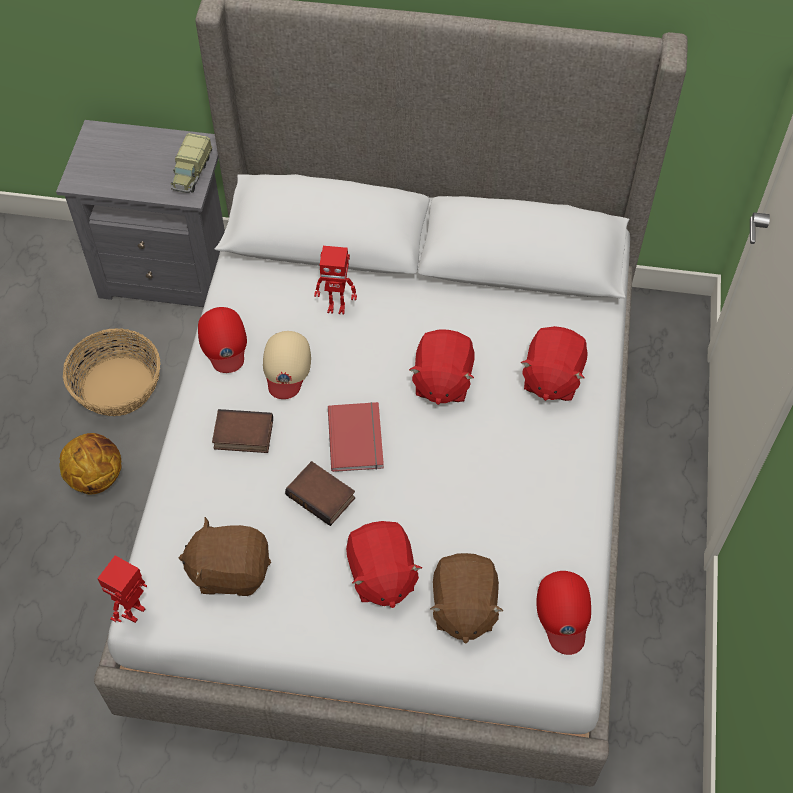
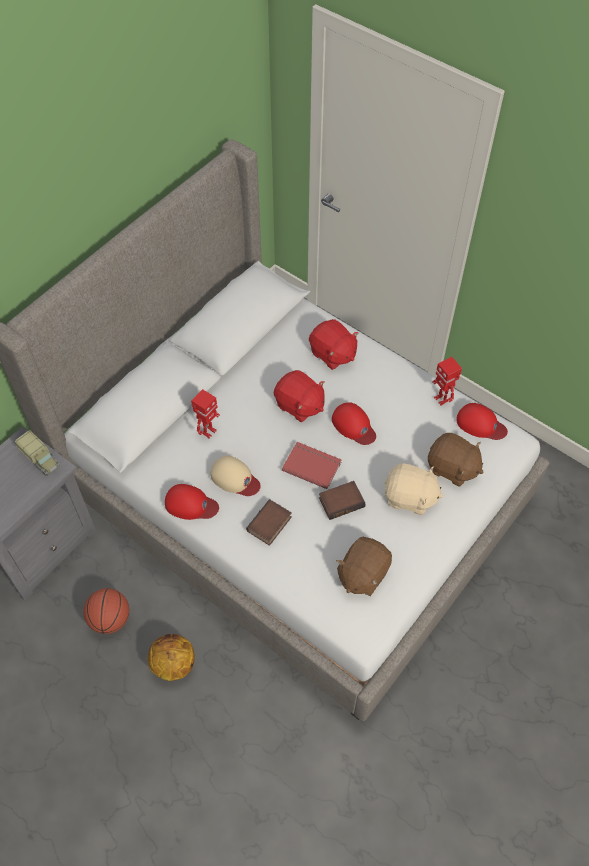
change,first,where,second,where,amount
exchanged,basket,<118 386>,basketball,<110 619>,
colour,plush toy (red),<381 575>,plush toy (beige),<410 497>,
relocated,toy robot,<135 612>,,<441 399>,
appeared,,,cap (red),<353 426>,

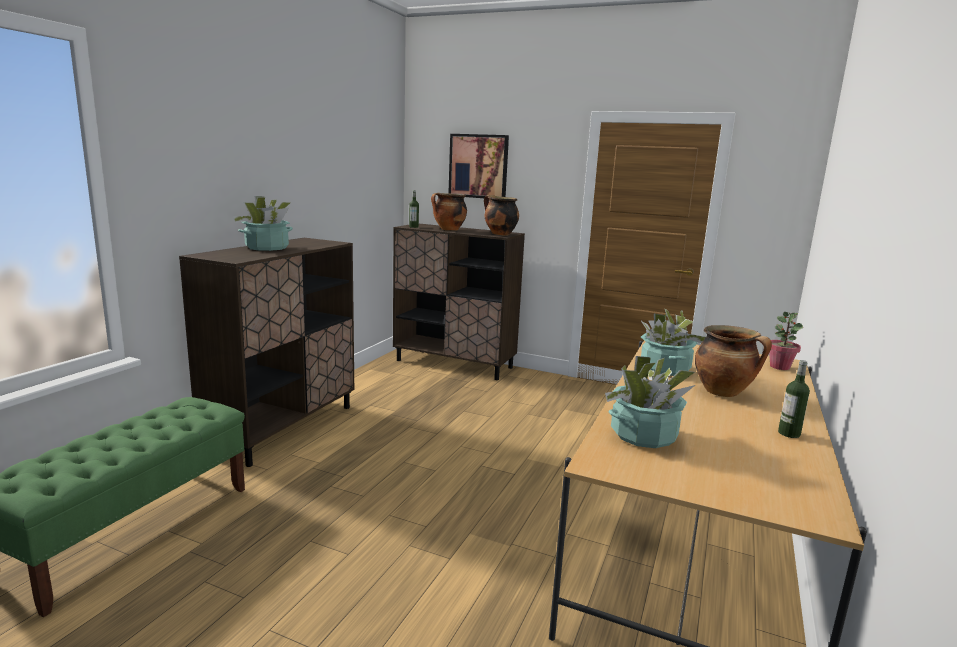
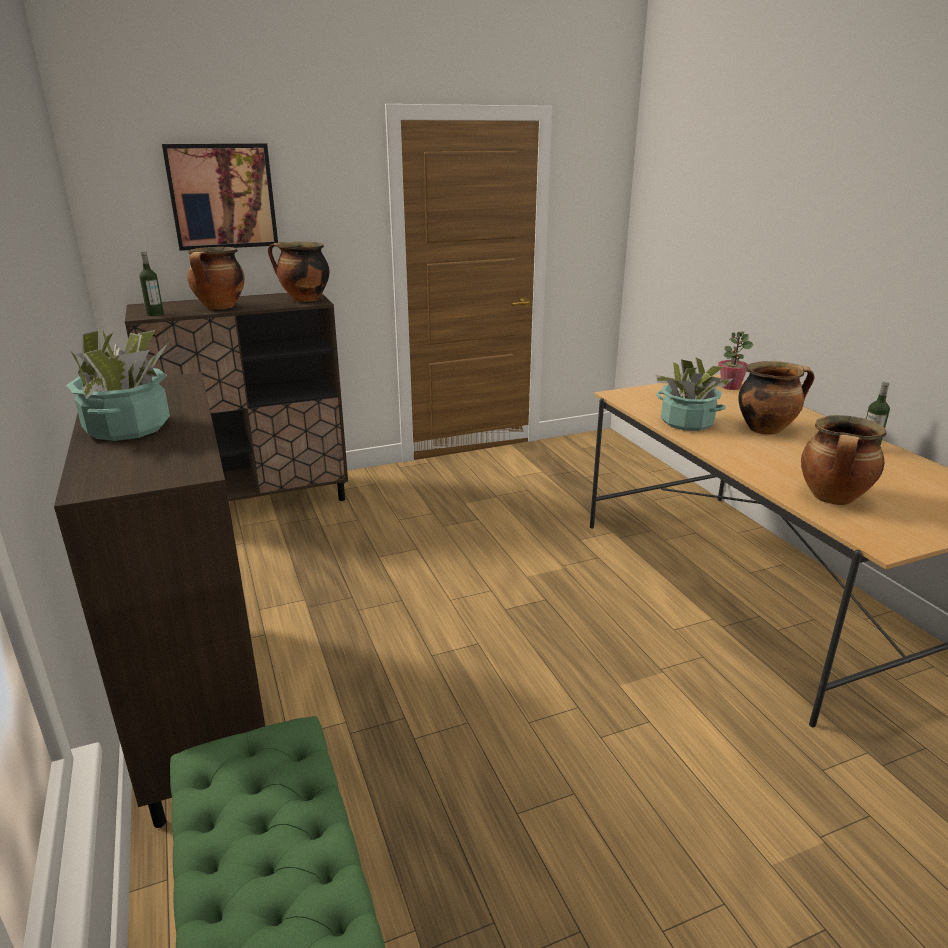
change,first,where,second,where,amount
exchanged,potted plant,<643 435>,cooking pot,<833 499>,

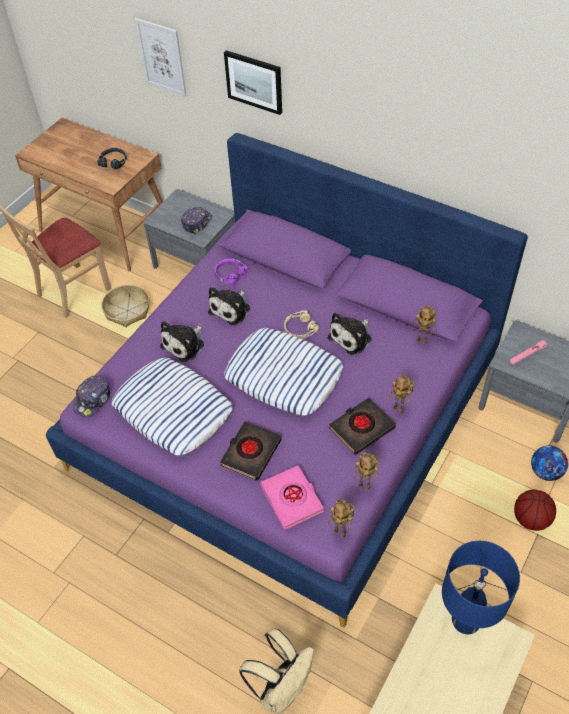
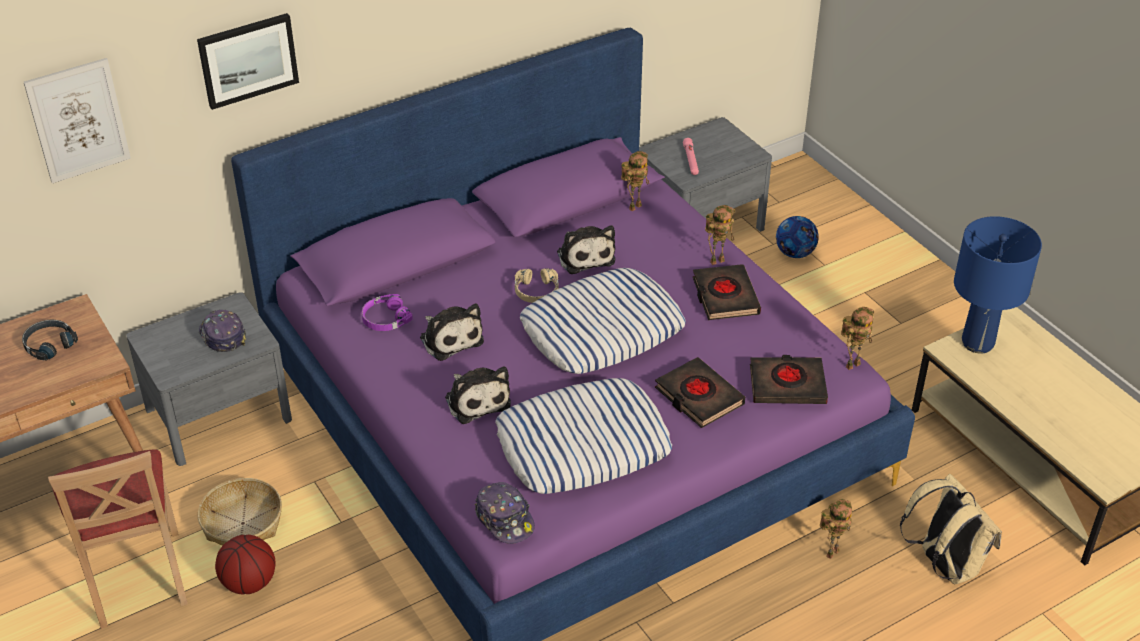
change,first,where,second,where,amount
relocated,toy robot,<365 486>,,<832 551>,
colour,book (pink),<292 499>,book (black),<787 385>,
relocated,basketball,<531 519>,,<250 583>,

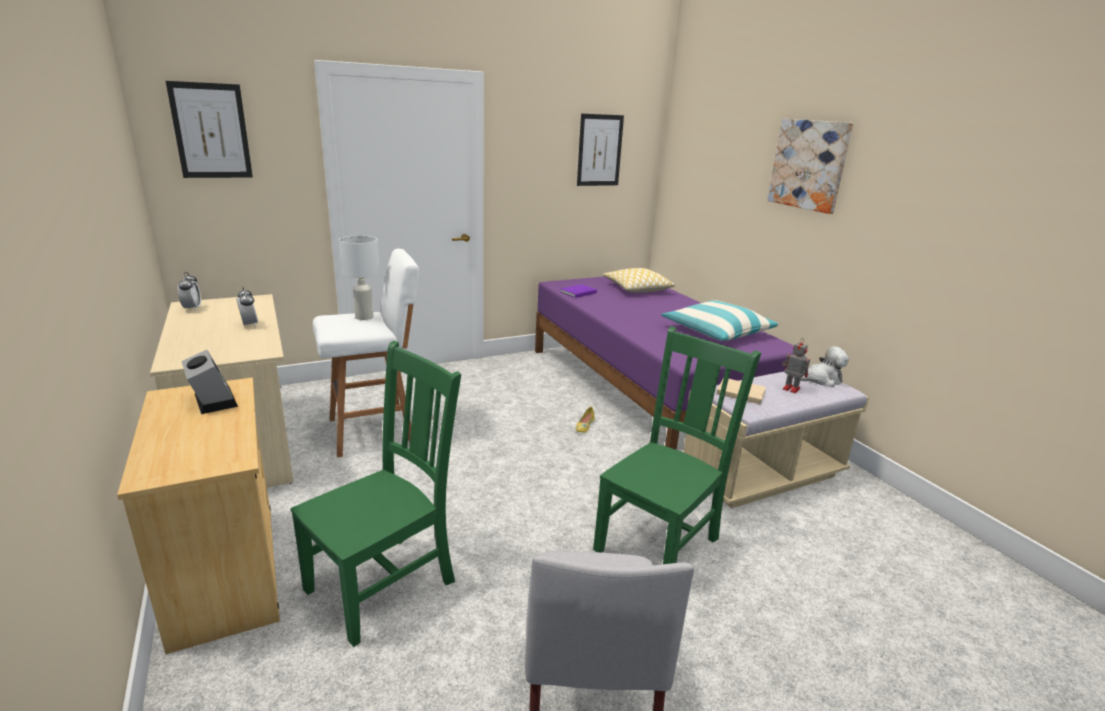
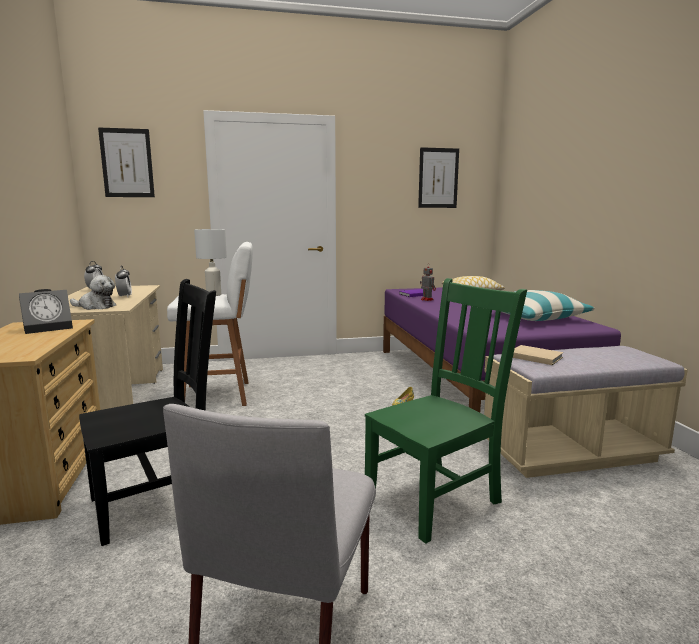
change,first,where,second,where,amount
missing,picture,<809 164>,,,
relocated,toy robot,<790 388>,,<426 299>,
colour,chair (green),<385 583>,chair (black),<160 501>,
relocated,plush toy,<820 380>,,<95 307>,
spun,alarm clock,<212 400>,,<50 327>,75 degrees clockwise

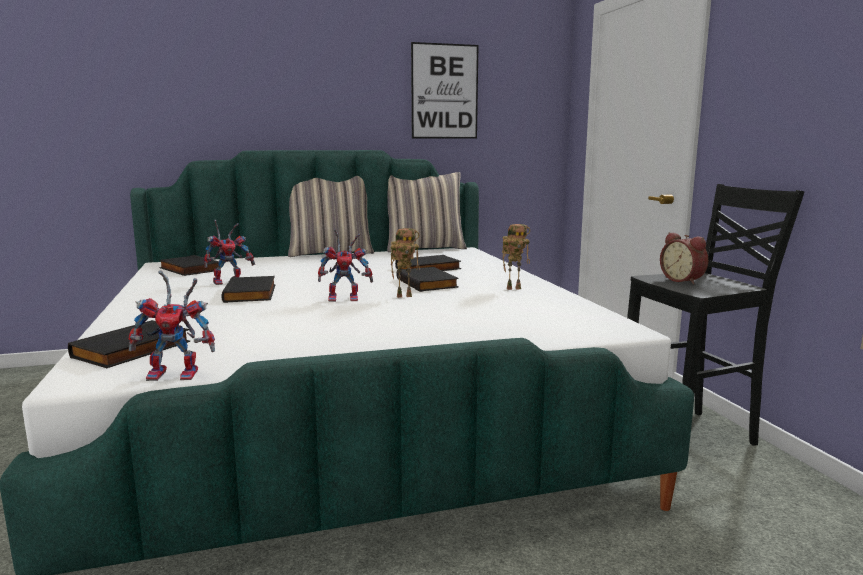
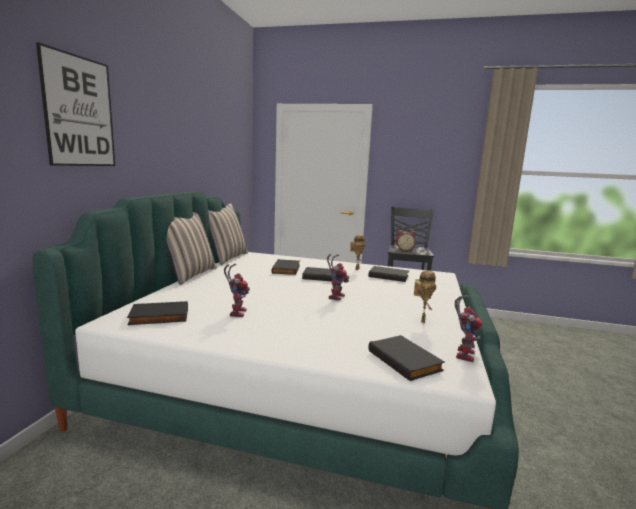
change,first,where,second,where,amount
relocated,picture,<444 91>,,<79 112>,
relocated,toy robot,<405 296>,,<421 320>,
relocated,book (black),<252 293>,,<389 276>,

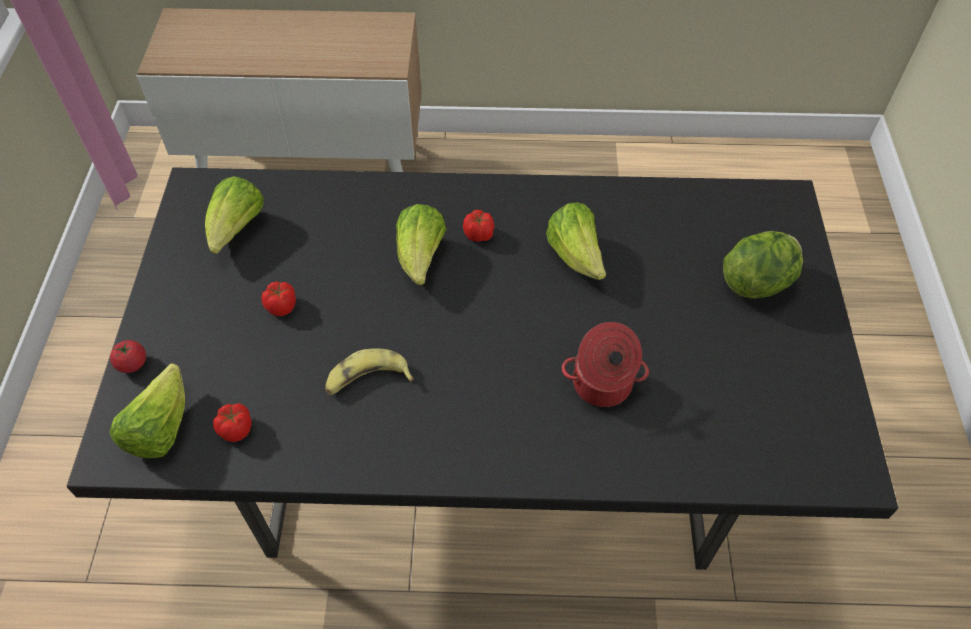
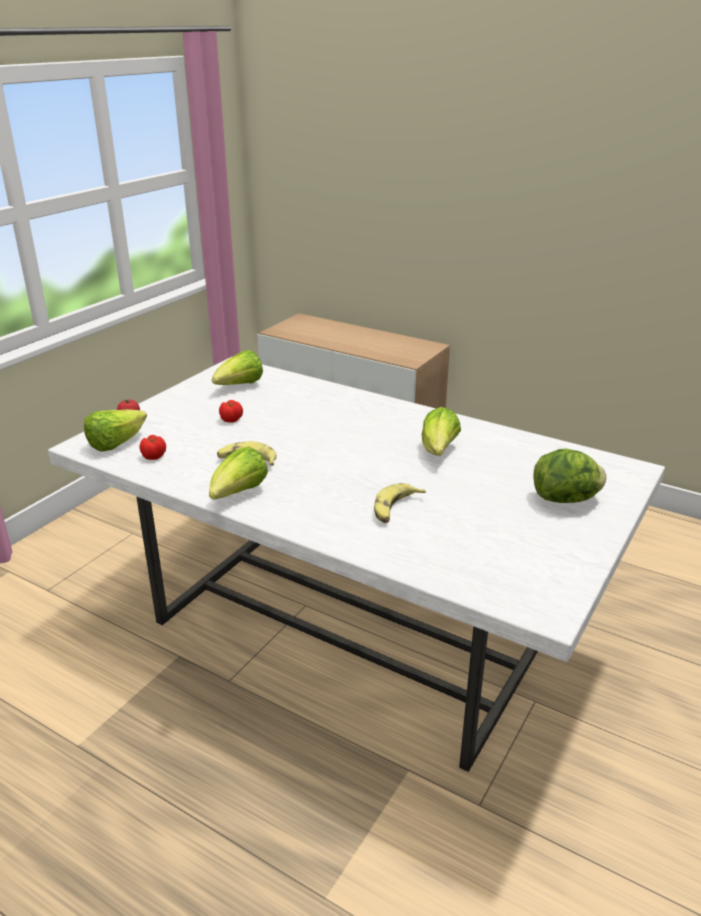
change,first,where,second,where,amount
colour,dining table (black),<483 447>,dining table (white),<349 624>,
relocated,lettuce,<421 258>,,<239 494>,
missing,tomato,<479 235>,,,
exchanged,cooking pot,<602 385>,banana,<395 509>,

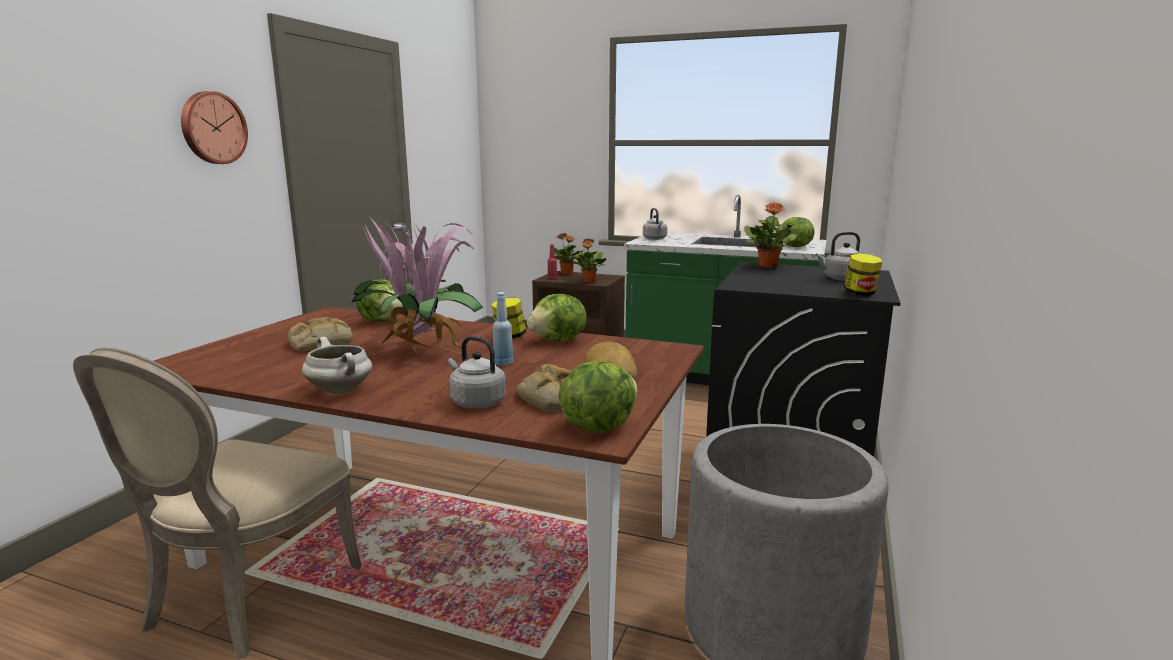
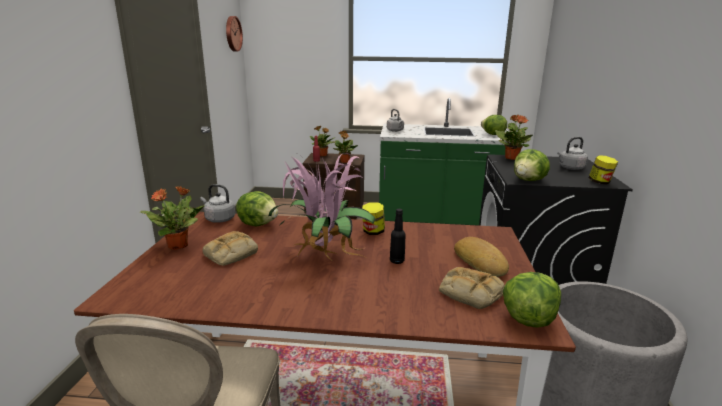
change,first,where,second,where,amount
relocated,wall clock,<212 128>,,<232 33>,
colour,bottle (blue),<503 363>,bottle (black),<397 261>,
relocated,lettuce,<559 341>,,<529 180>,
relocated,kettle (grey),<476 402>,,<219 219>,
missing,cooking pot (white),<341 390>,,,
appeared,,,potted plant,<179 245>,

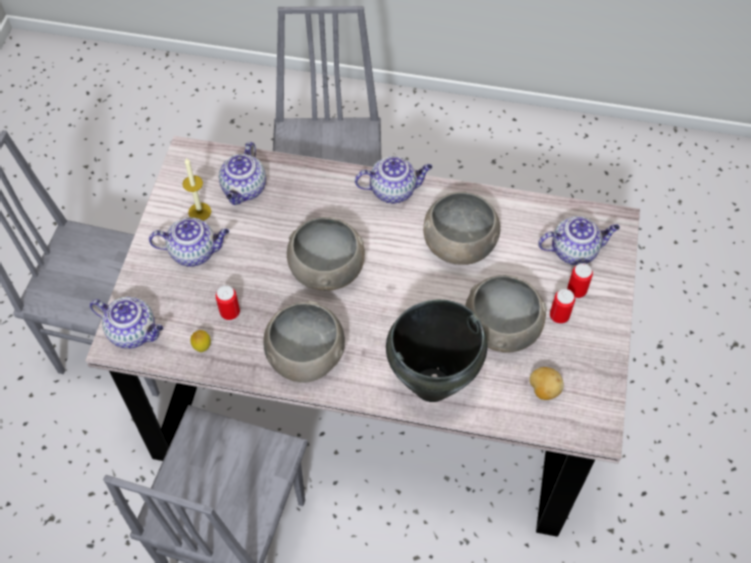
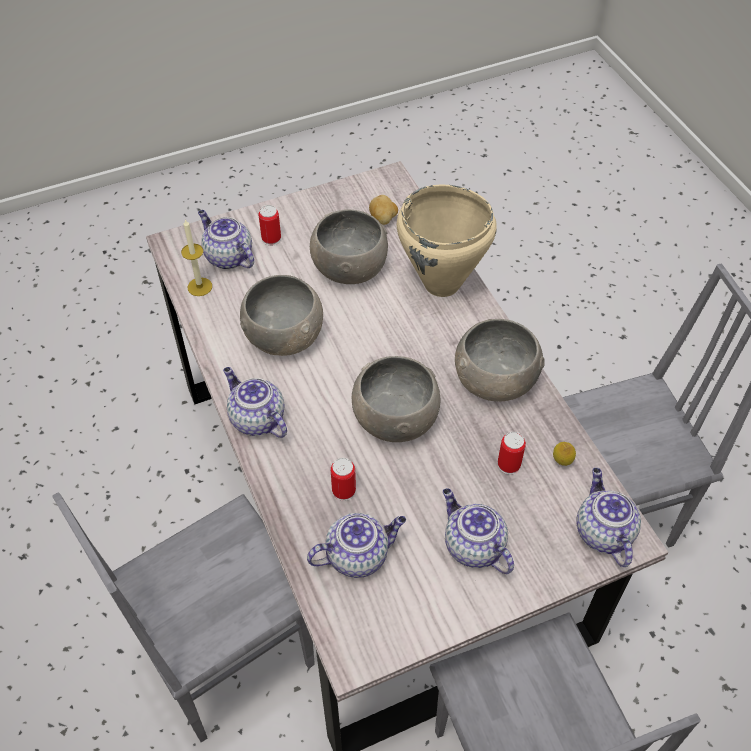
change,first,where,second,where,amount
relocated,candle,<199 212>,,<199 287>,
relocated,can,<559 316>,,<344 491>,
colour,cooking pot (black),<431 385>,cooking pot (beige),<442 284>,

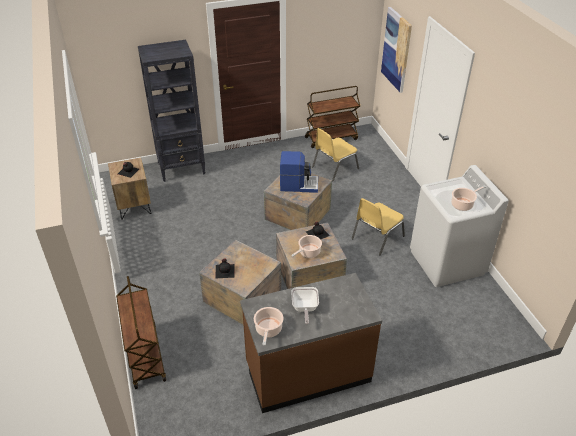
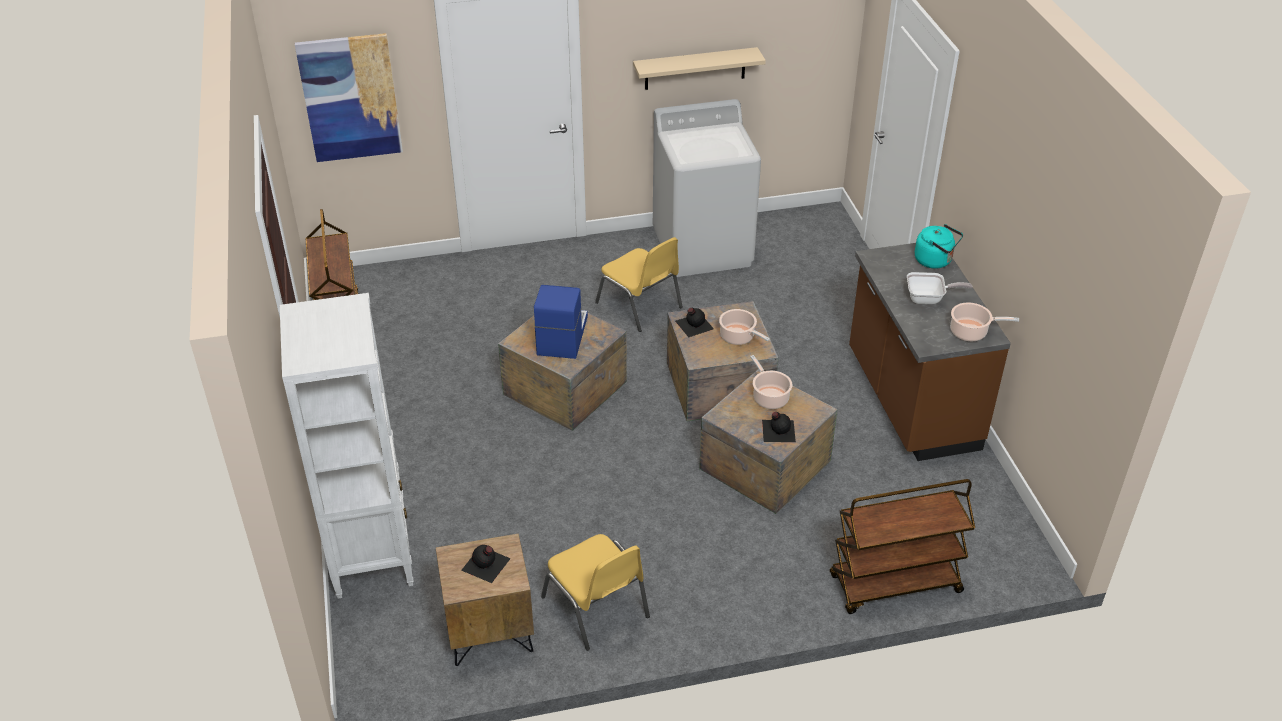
change,first,where,second,where,amount
colour,bookcase (black),<182 168>,bookcase (white),<372 554>,
relocated,chair (yellow),<334 168>,,<597 608>,
relocated,cooking pot,<463 204>,,<769 397>,
appeared,,,shelf (beige),<695 68>,
appeared,,,kettle (turquoise),<935 261>,

